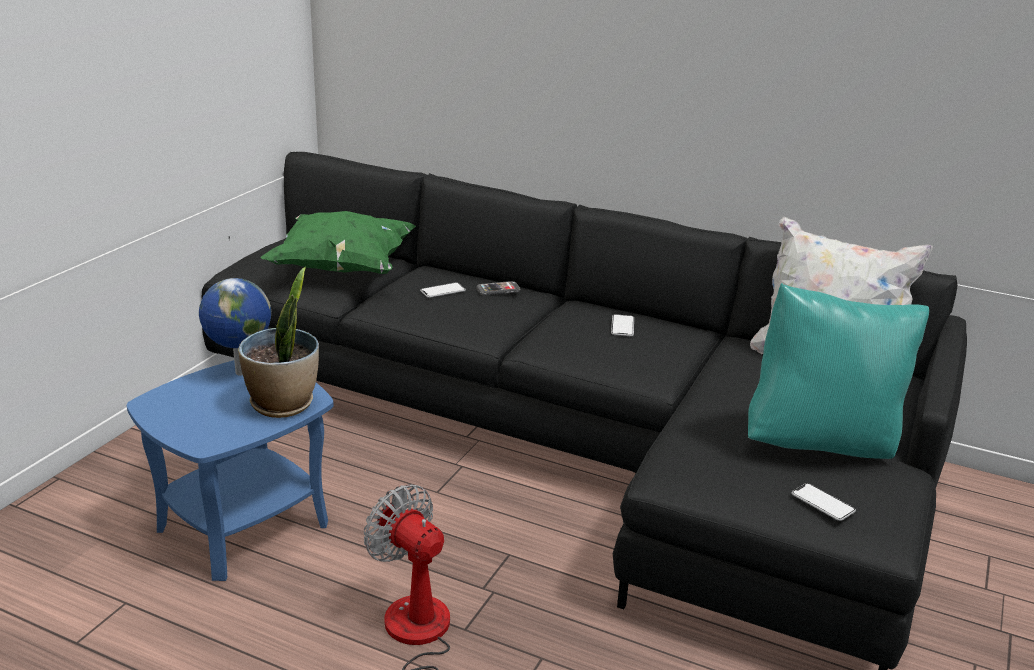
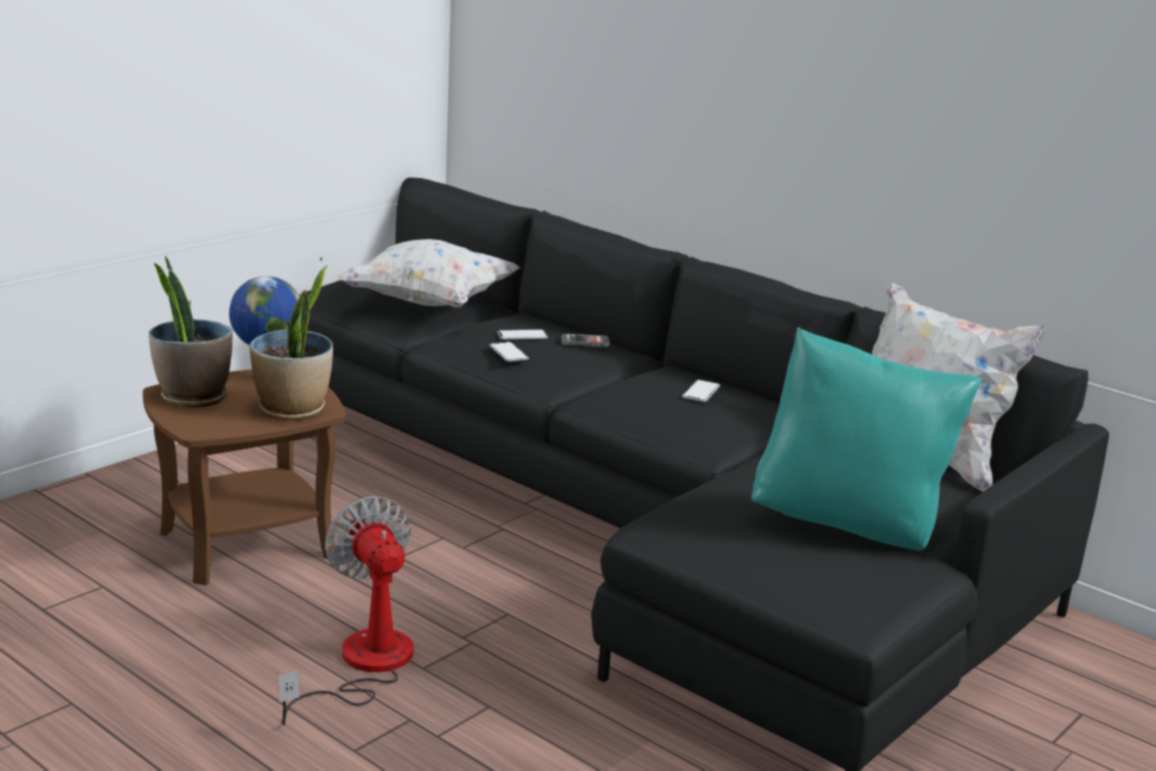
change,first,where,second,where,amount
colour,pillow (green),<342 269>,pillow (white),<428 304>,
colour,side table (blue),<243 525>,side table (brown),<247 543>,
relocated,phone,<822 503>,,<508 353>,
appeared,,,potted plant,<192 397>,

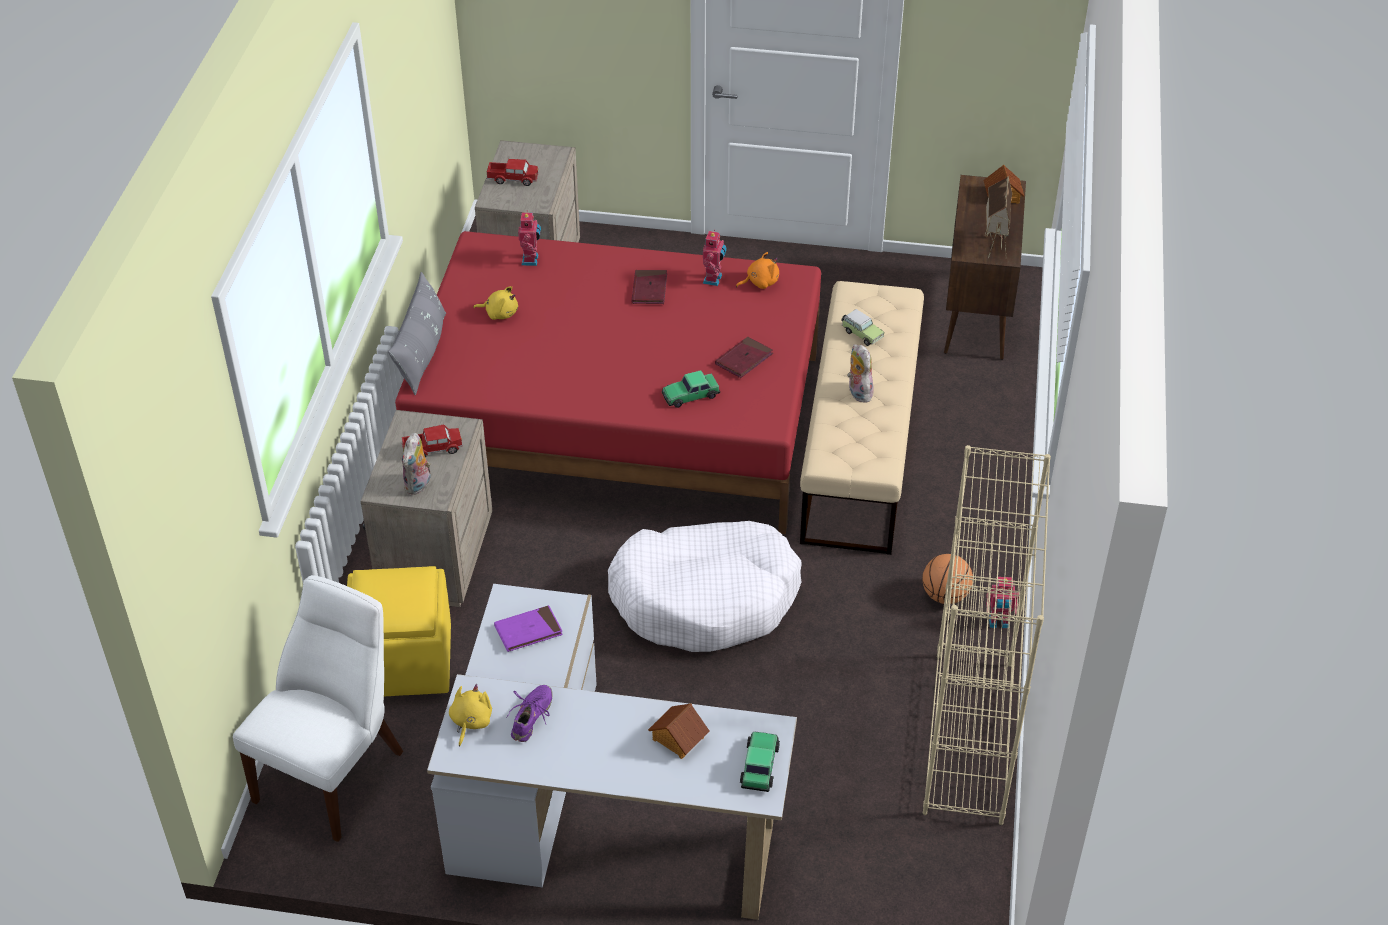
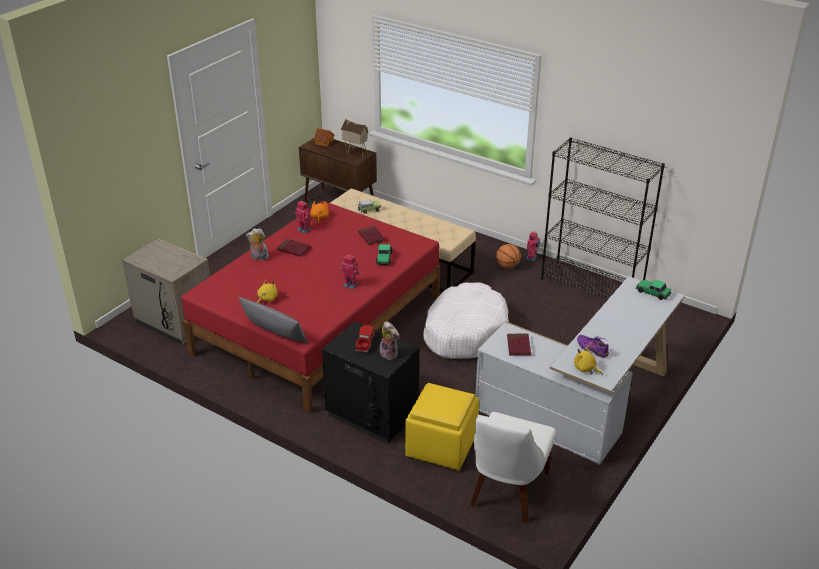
change,first,where,second,where,amount
missing,toy truck,<513 179>,,,
relocated,toy robot,<531 260>,,<350 284>,
relocated,plush toy,<858 392>,,<259 258>,
colour,nightstand (beige),<434 557>,nightstand (black),<371 415>,
colour,bookcase (beige),<969 738>,bookcase (black),<592 285>,
spun,chair (white),<334 771>,,<507 492>,120 degrees counterclockwise
colour,book (purple),<528 631>,book (red),<518 346>,
missing,toy house,<678 738>,,,

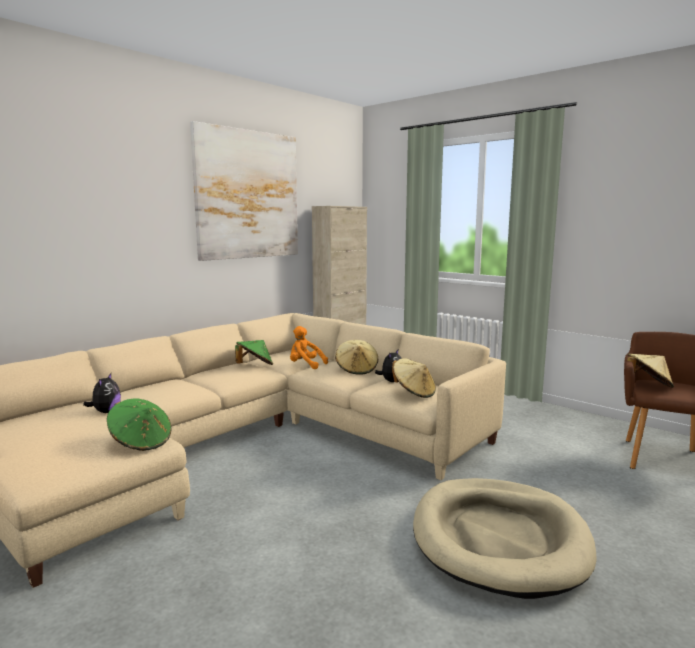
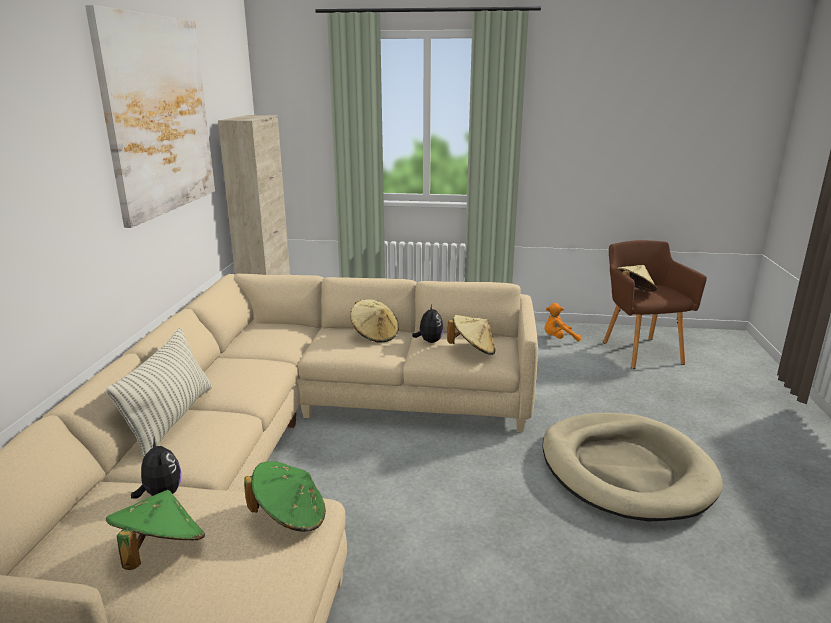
change,first,where,second,where,amount
relocated,plush toy (orange),<305 365>,,<558 339>,
relocated,hat (green),<254 366>,,<160 551>,
appeared,,,pillow,<171 420>,

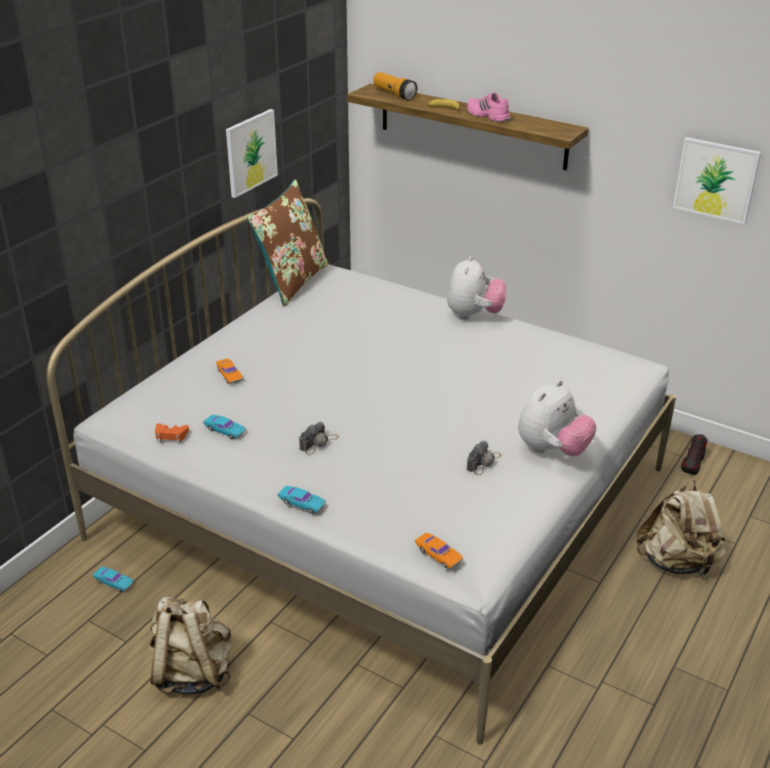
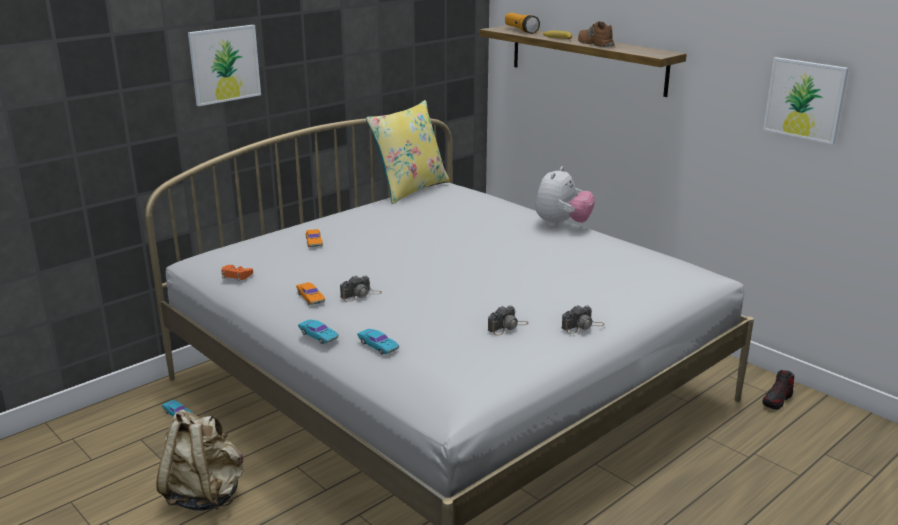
change,first,where,second,where,amount
colour,shoe (pink),<487 115>,shoe (brown),<594 43>,
relocated,picture,<251 152>,,<224 64>,
colour,pillow (brown),<292 282>,pillow (yellow),<410 189>,
exchanged,plush toy,<552 450>,photo camera,<582 326>,
relocated,toy car (turquoise),<225 430>,,<378 345>,
missing,backpack (beige),<677 562>,,,
relocated,toy car (orange),<438 554>,,<310 297>,

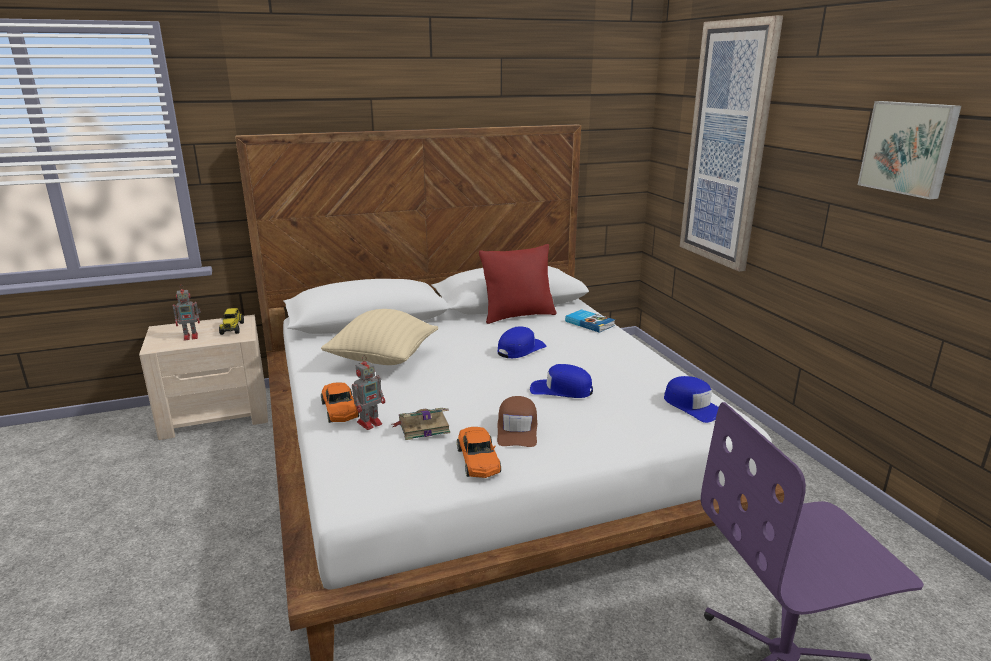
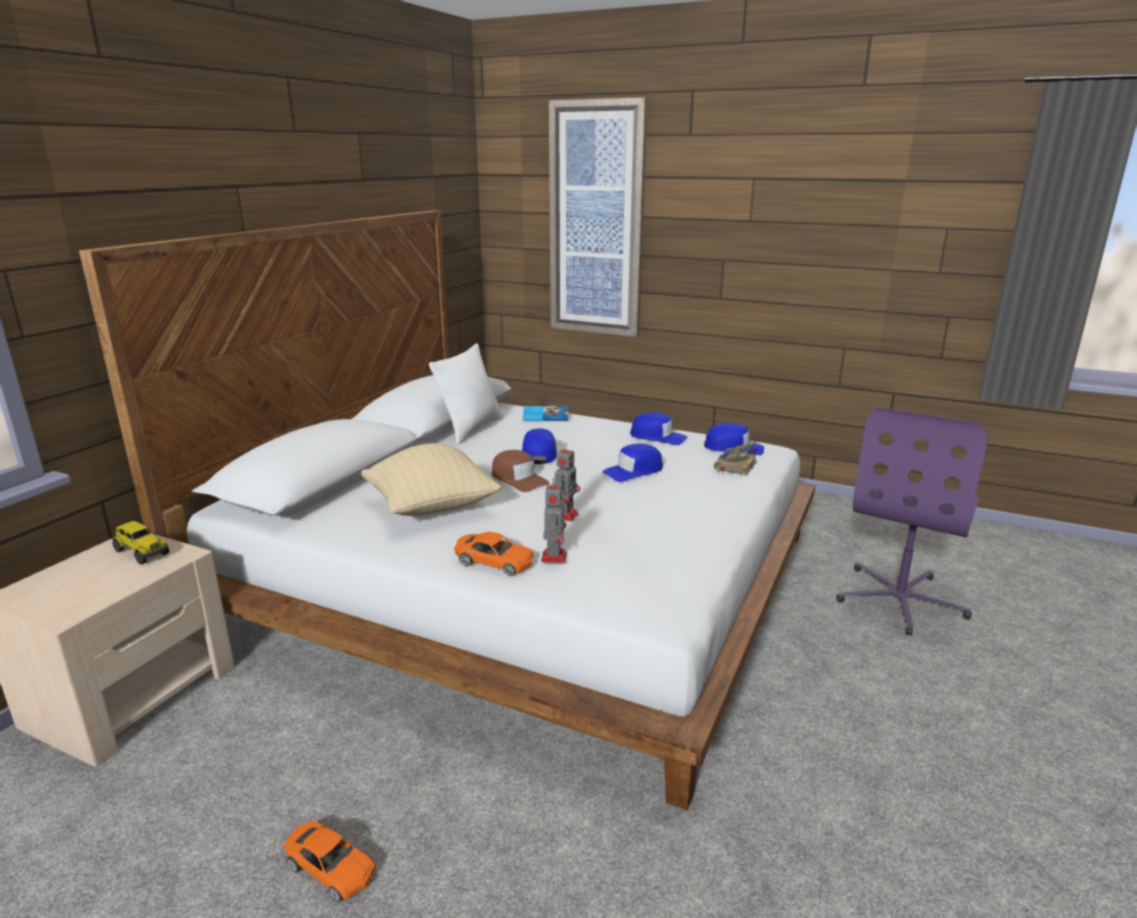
change,first,where,second,where,amount
missing,picture,<909 148>,,,
colour,pillow (red),<518 315>,pillow (white),<471 429>,
relocated,toy robot,<191 336>,,<566 515>,
relocated,cap (brown),<517 429>,,<518 479>,
relocated,book,<422 427>,,<735 466>,
relocated,toy car (orange),<478 460>,,<330 868>,
appeared,,,cap (blue),<658 437>,

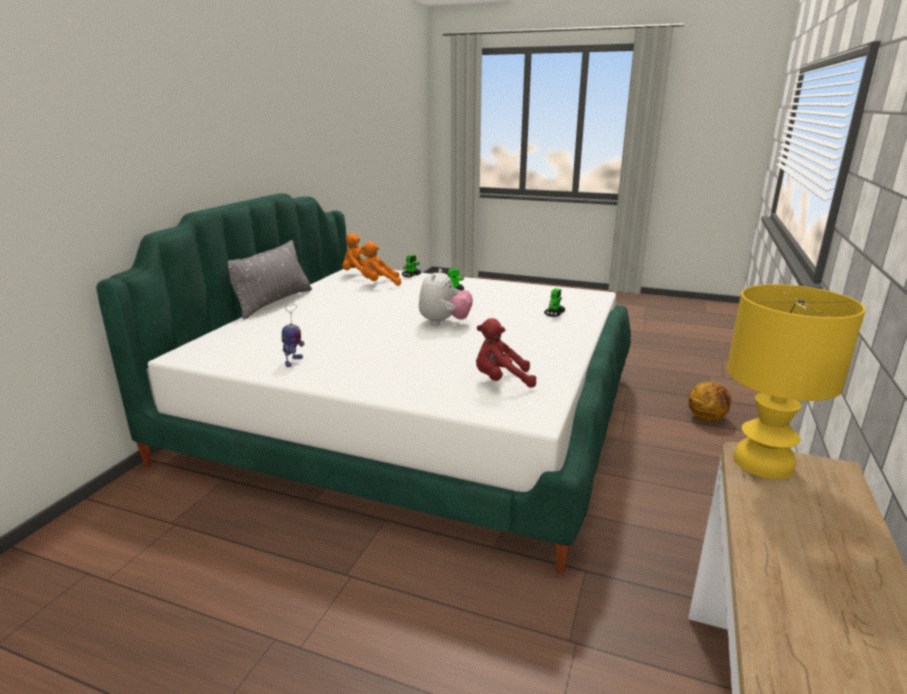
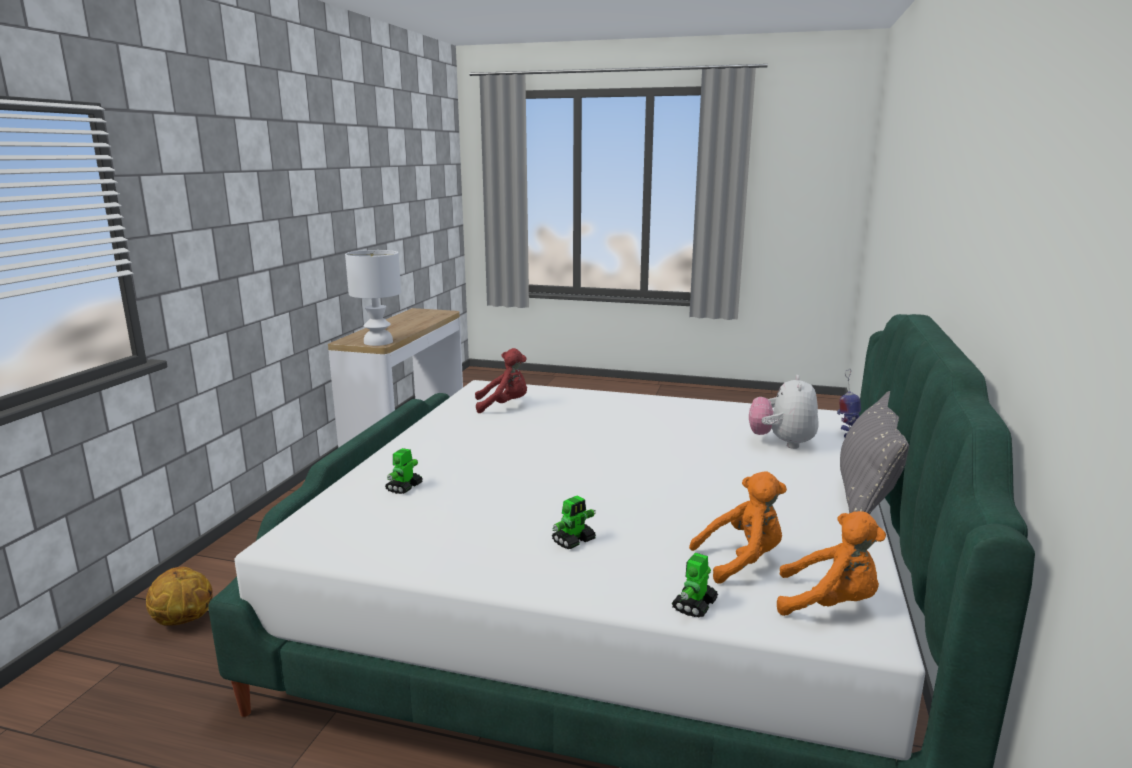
change,first,where,second,where,amount
relocated,plush toy,<444 322>,,<782 443>,
colour,table lamp (yellow),<762 463>,table lamp (white),<379 342>,
relocated,toy robot,<293 361>,,<846 433>,

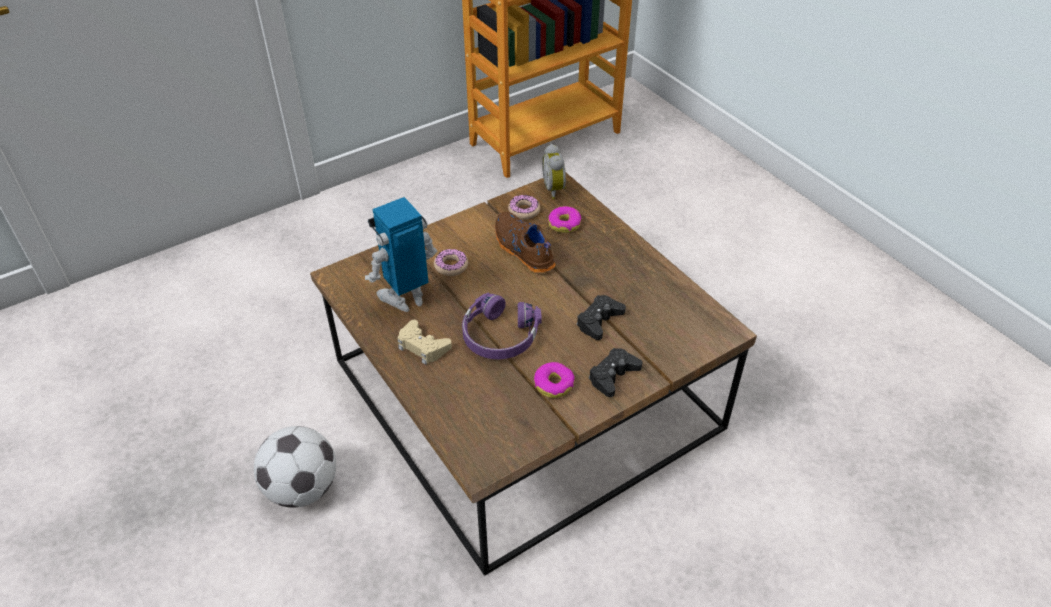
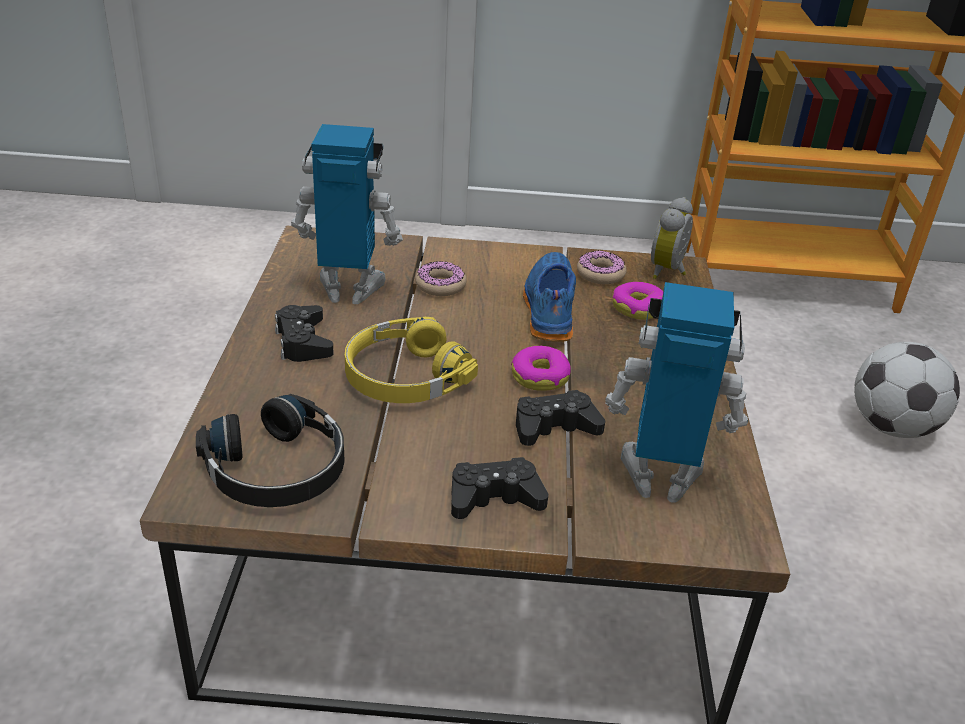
change,first,where,second,where,amount
colour,shoe (brown),<522 250>,shoe (blue),<547 309>,
colour,headphones (purple),<499 336>,headphones (yellow),<404 376>,
colour,game controller (beige),<422 346>,game controller (black),<303 341>,
relocated,donut,<554 384>,,<540 376>,
relocated,football,<302 488>,,<891 427>,
appeared,,,toy robot,<660 478>,
appeared,,,headphones (black),<278 469>,

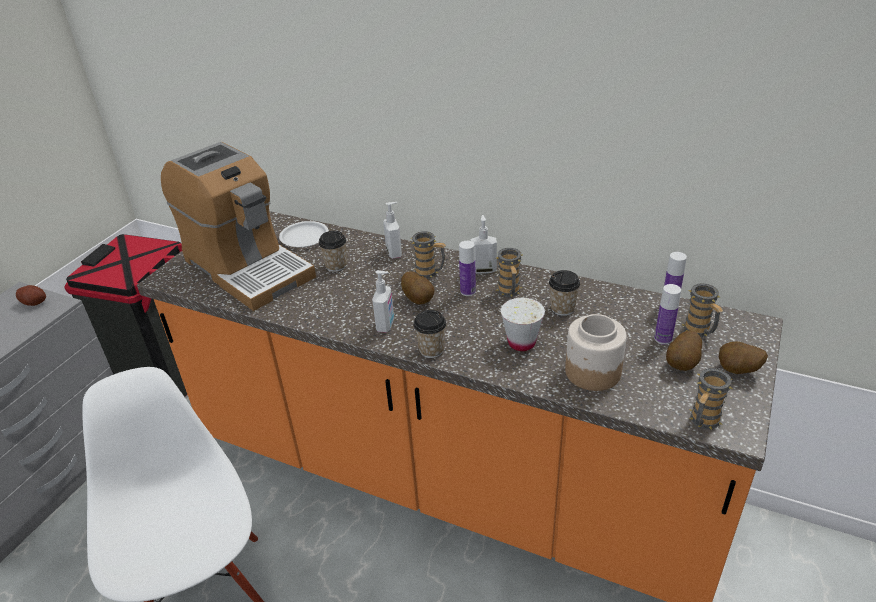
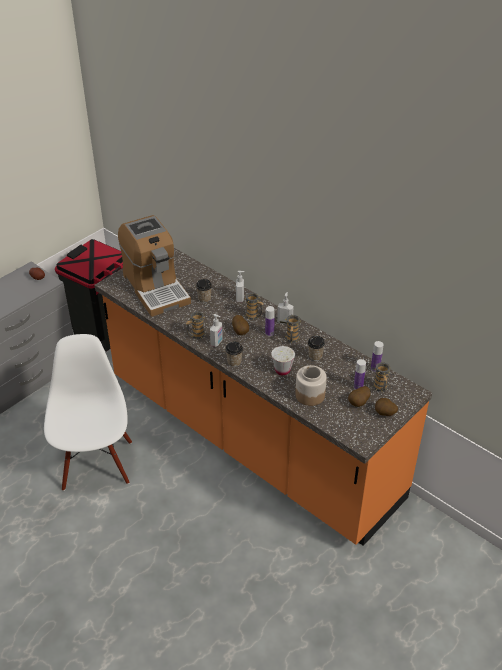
change,first,where,second,where,amount
missing,plate (white),<304 237>,,,
relocated,mug,<702 422>,,<195 335>,

